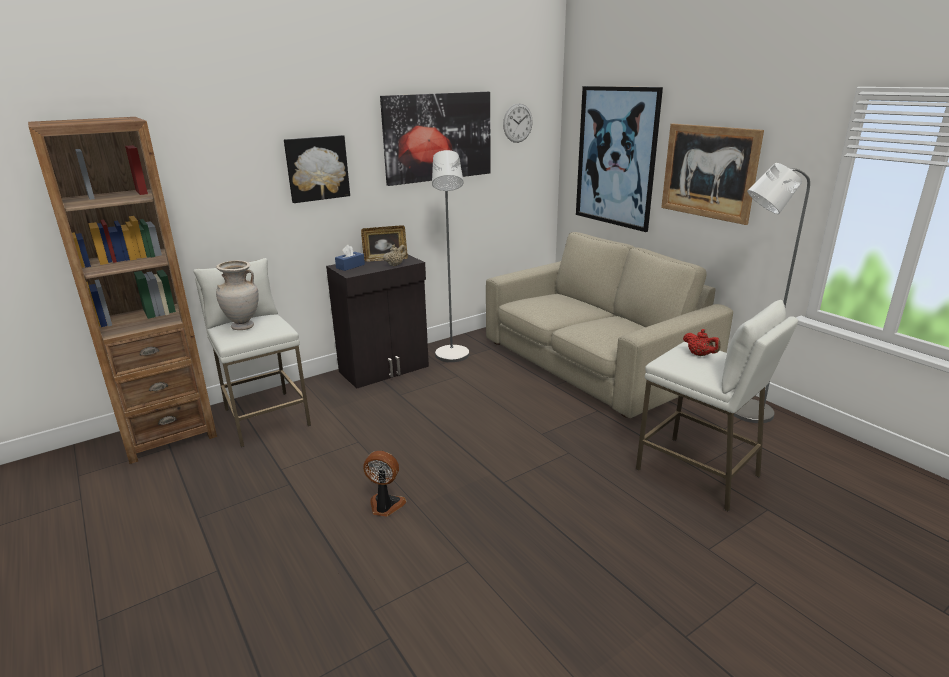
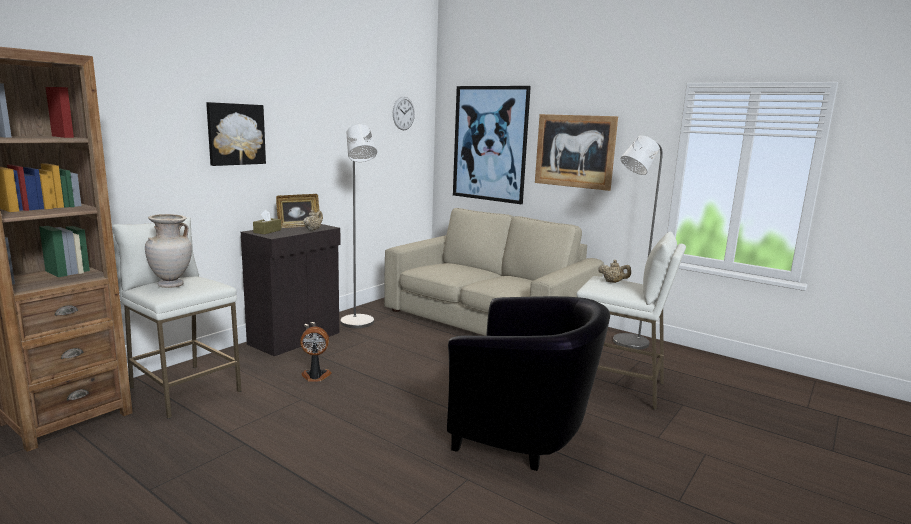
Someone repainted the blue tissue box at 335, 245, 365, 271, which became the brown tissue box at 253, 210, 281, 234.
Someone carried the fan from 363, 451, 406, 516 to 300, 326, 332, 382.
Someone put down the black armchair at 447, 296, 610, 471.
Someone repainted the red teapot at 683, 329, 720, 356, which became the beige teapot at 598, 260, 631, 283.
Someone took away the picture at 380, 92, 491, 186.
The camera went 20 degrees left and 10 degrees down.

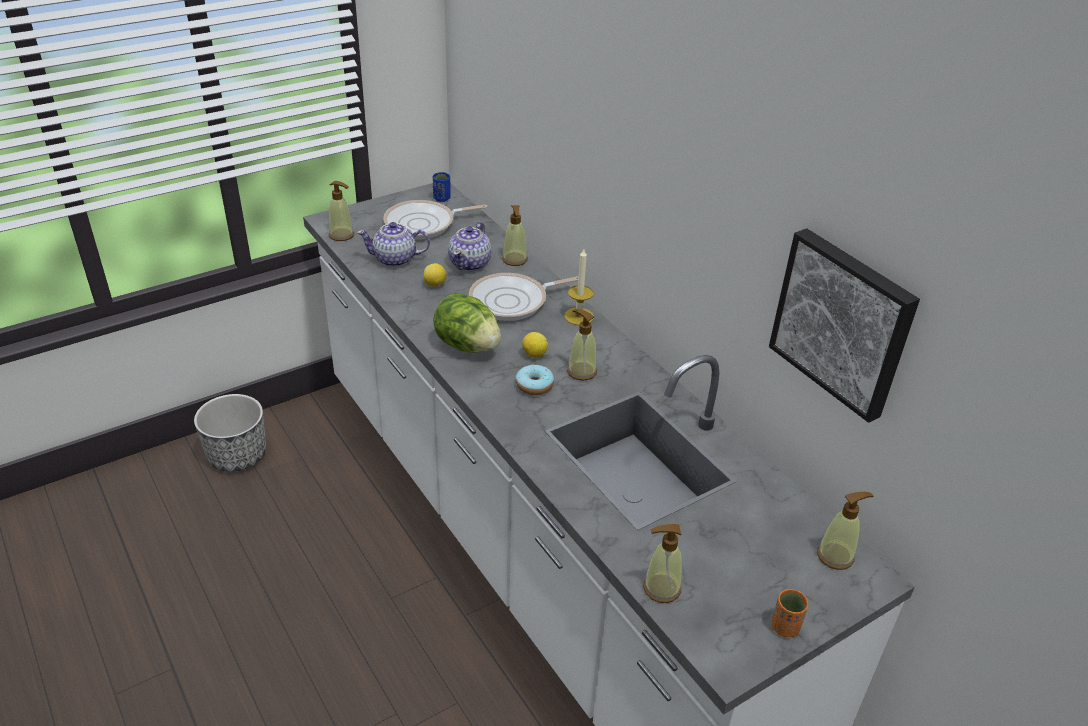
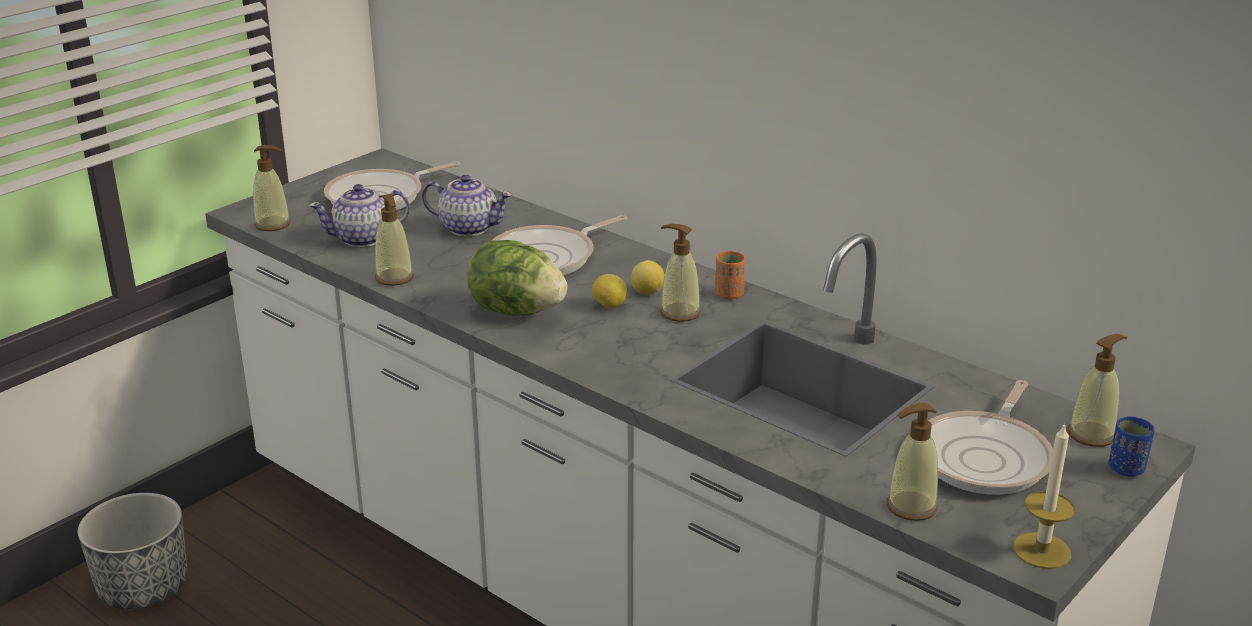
Someone carried the soap dispenser from 502, 205, 528, 266 to 375, 194, 414, 286.
Someone rotated the teapot at 448, 222, 491, 271 by 75 degrees counterclockwise.
Someone carried the lemon from 423, 263, 446, 287 to 631, 260, 665, 294.
Someone carried the orange cup from 771, 589, 808, 637 to 715, 251, 745, 300.
Someone put down the frying pan at 928, 380, 1053, 495.
Someone carried the candle from 564, 249, 594, 325 to 1013, 422, 1075, 569.
Someone carried the blue cup from 433, 172, 451, 202 to 1109, 416, 1154, 477.
Someone took away the donut at 516, 364, 554, 395.
Someone took away the picture at 769, 228, 920, 423.
The camera went 15 degrees left and 10 degrees down.

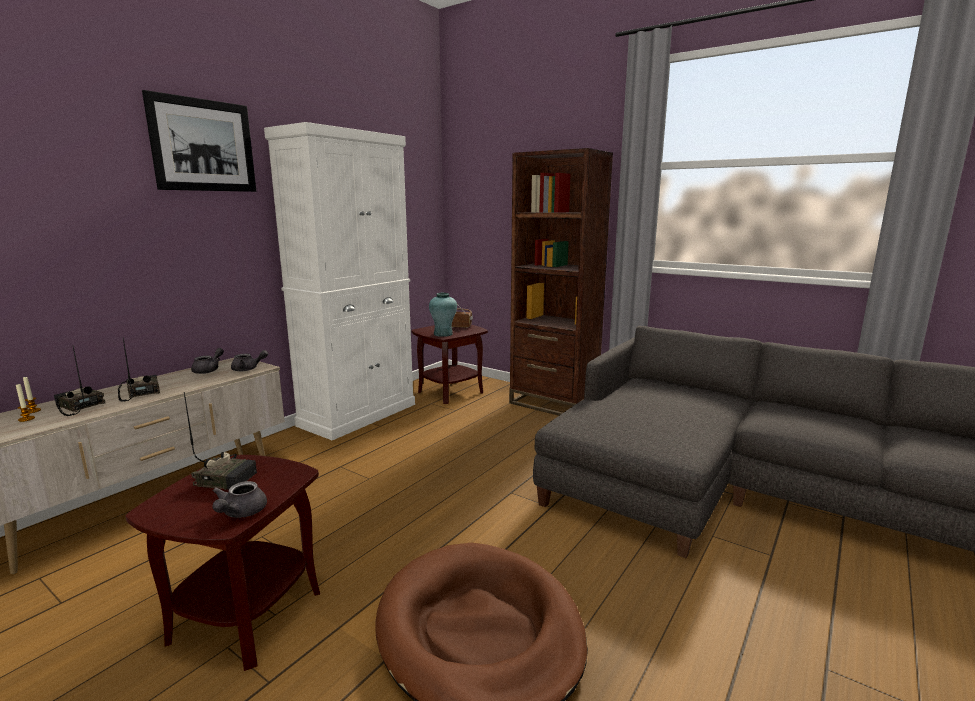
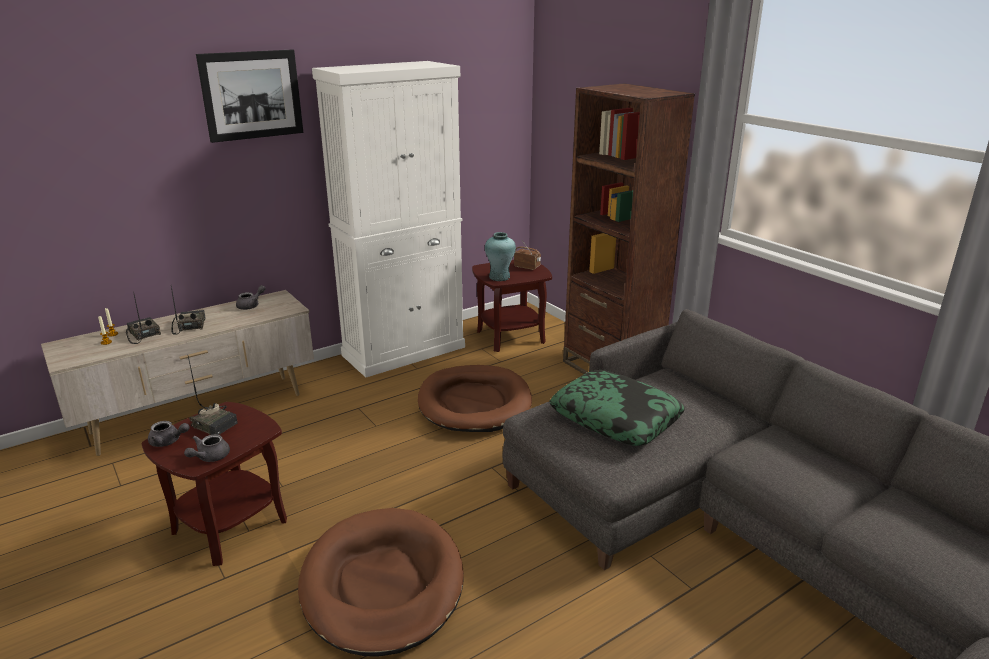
Someone carried the grey teapot from 231, 350, 268, 371 to 148, 421, 189, 447.
Someone put down the brown dog bed at 418, 365, 532, 432.
Someone put down the pillow at 549, 370, 685, 446.
The camera went 20 degrees right and 10 degrees up.

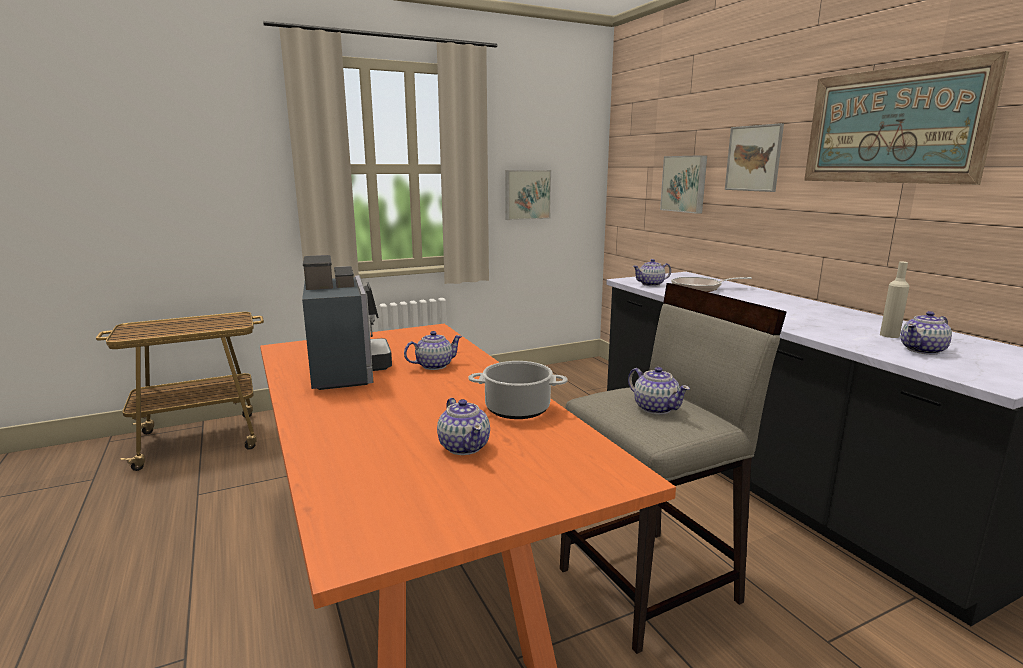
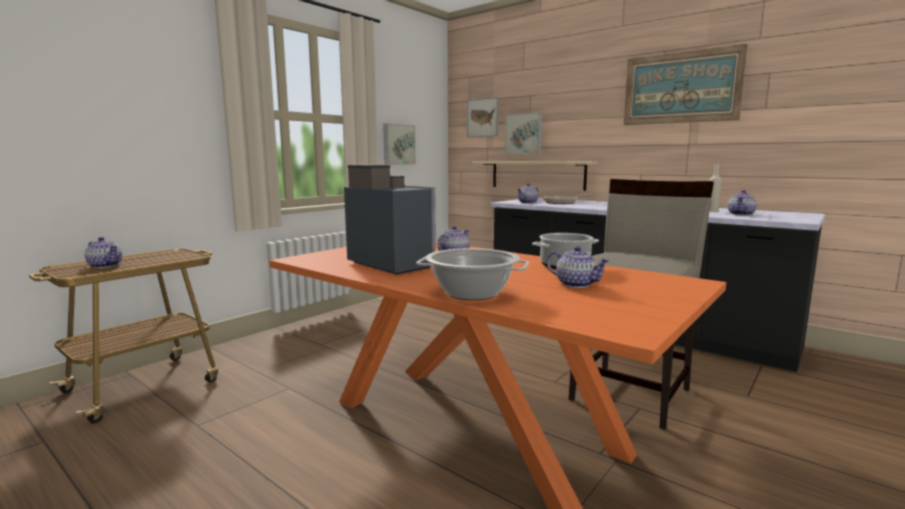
Someone carried the teapot from 628, 367, 690, 415 to 85, 237, 122, 268.
Someone put down the cooking pot at 416, 248, 529, 300.
Someone carried the picture from 725, 123, 784, 192 to 467, 97, 499, 137.
Someone put up the beige shelf at 472, 161, 598, 191.
The camera went 25 degrees left and 5 degrees down.

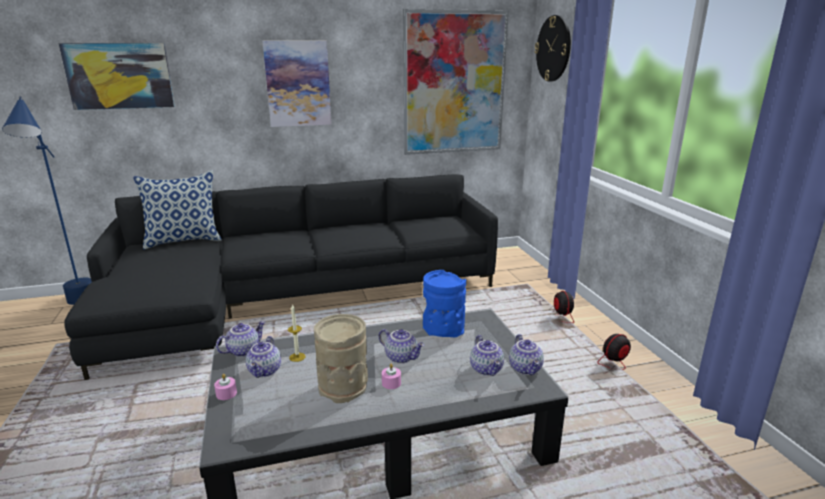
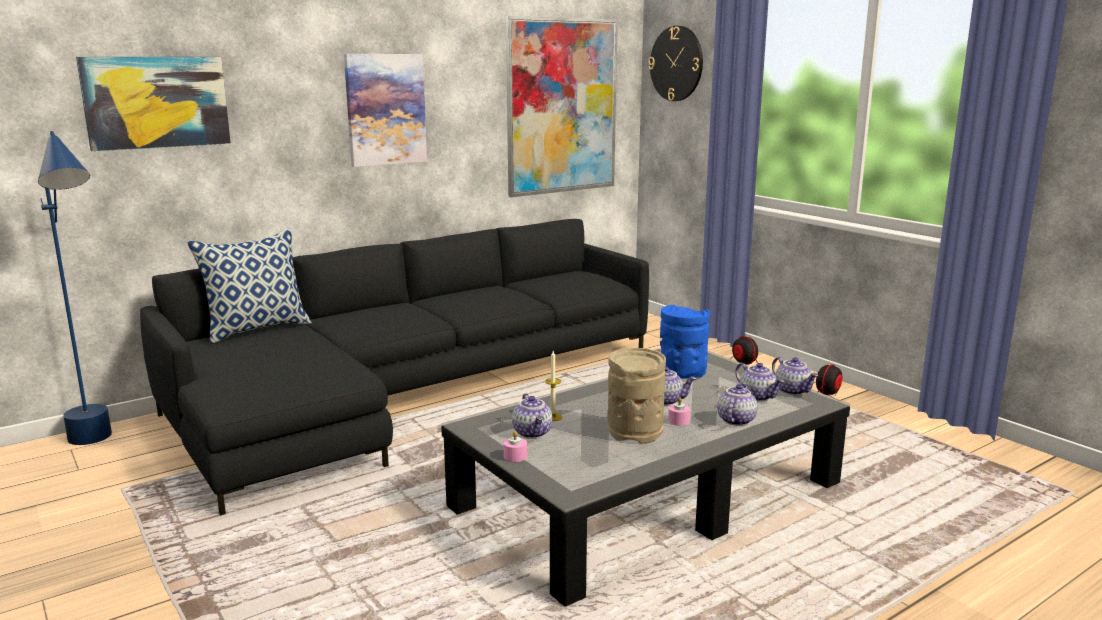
Someone carried the teapot from 216, 321, 265, 357 to 717, 383, 757, 426.
The camera went 20 degrees left and 5 degrees down.

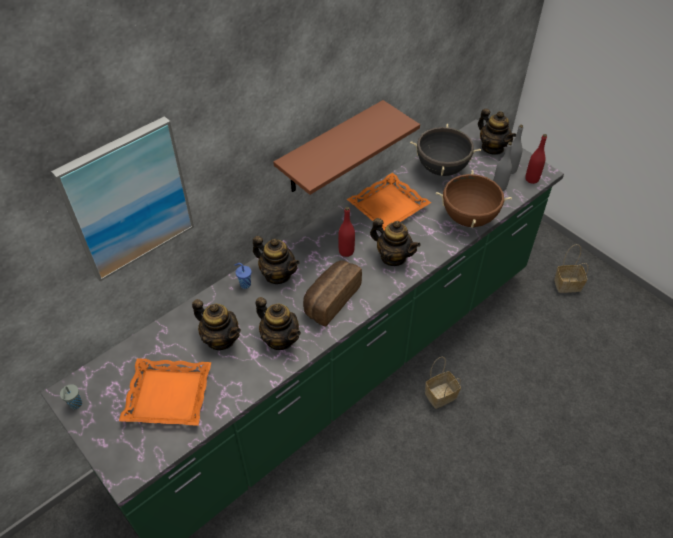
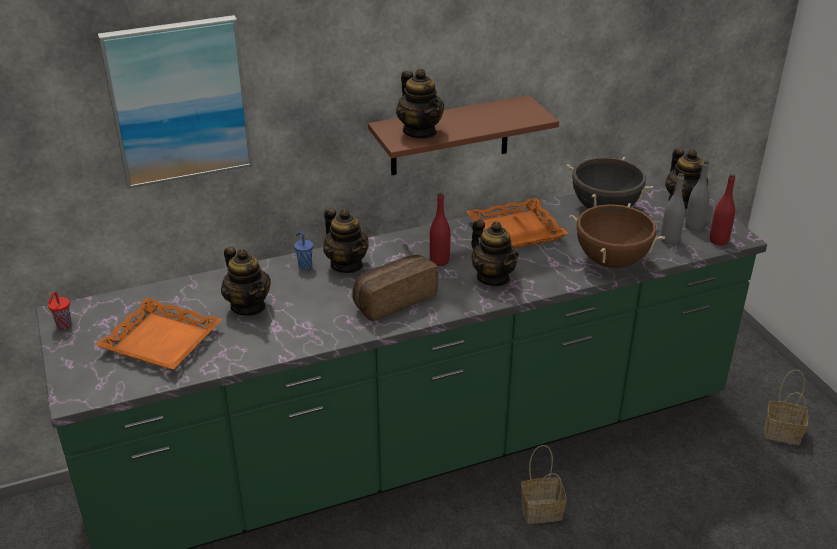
Someone repainted the grey cup at 60, 384, 82, 409, which became the red cup at 48, 292, 72, 329.
Someone carried the teapot from 256, 297, 301, 350 to 396, 69, 444, 139.
The camera went 20 degrees right and 15 degrees down.

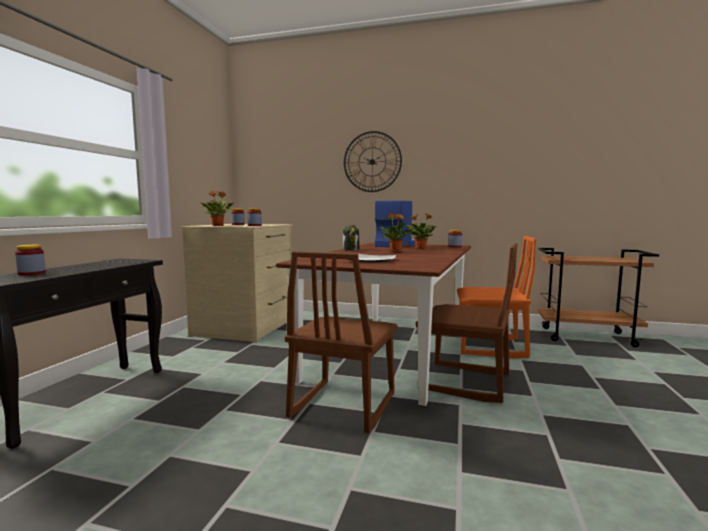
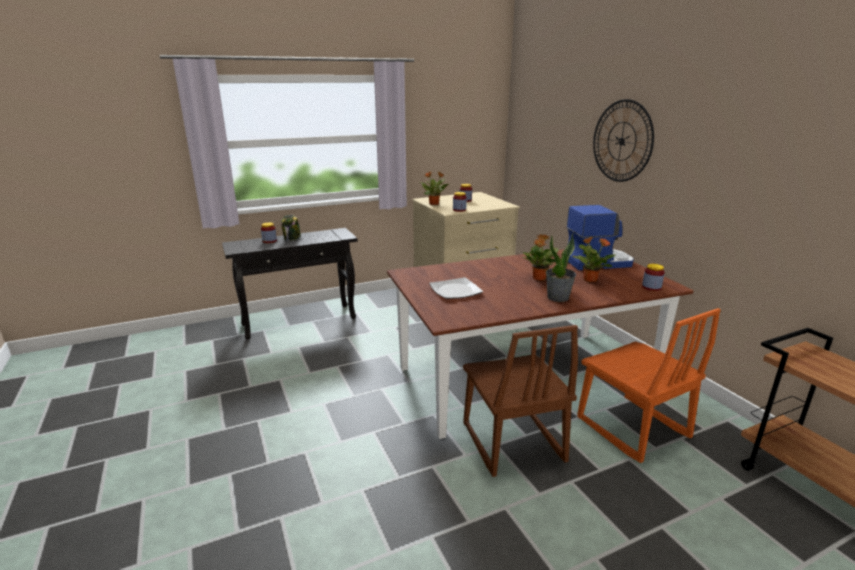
Someone carried the jar from 343, 225, 360, 251 to 281, 215, 301, 241.
Someone put down the potted plant at 546, 234, 576, 302.
Someone took away the brown chair at 284, 251, 398, 433.
The camera went 50 degrees right and 15 degrees up.

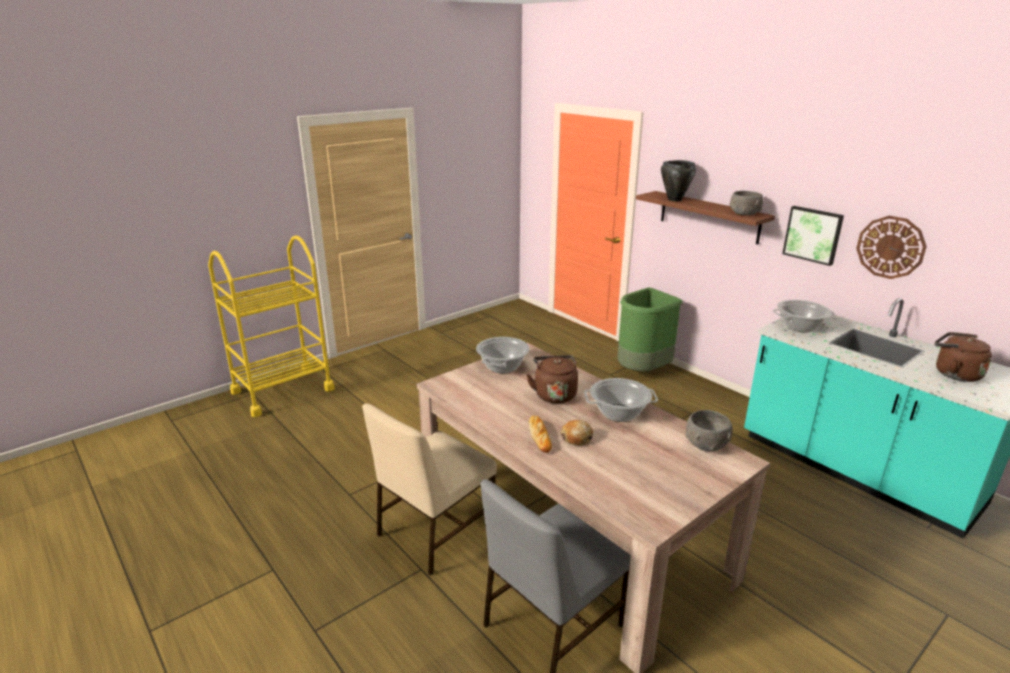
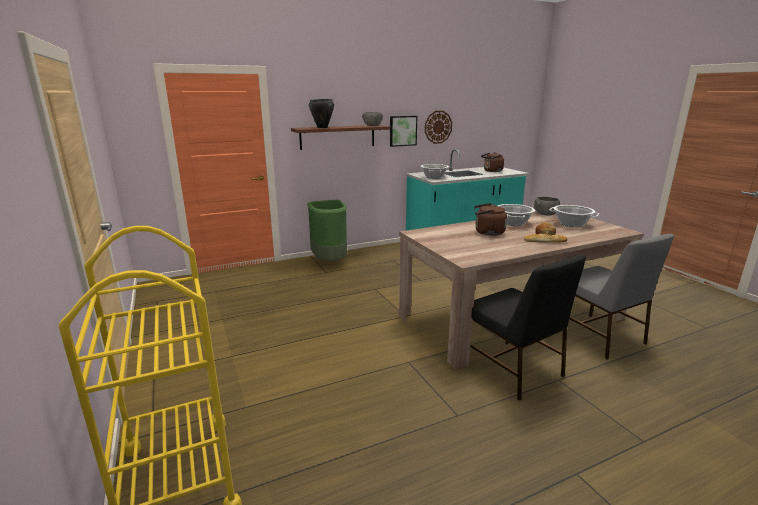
Someone repainted the beige chair at 362, 403, 497, 576, which became the black chair at 470, 254, 586, 400.
Someone carried the cooking pot from 476, 337, 529, 373 to 549, 205, 599, 227.
The camera went 75 degrees left and 5 degrees down.

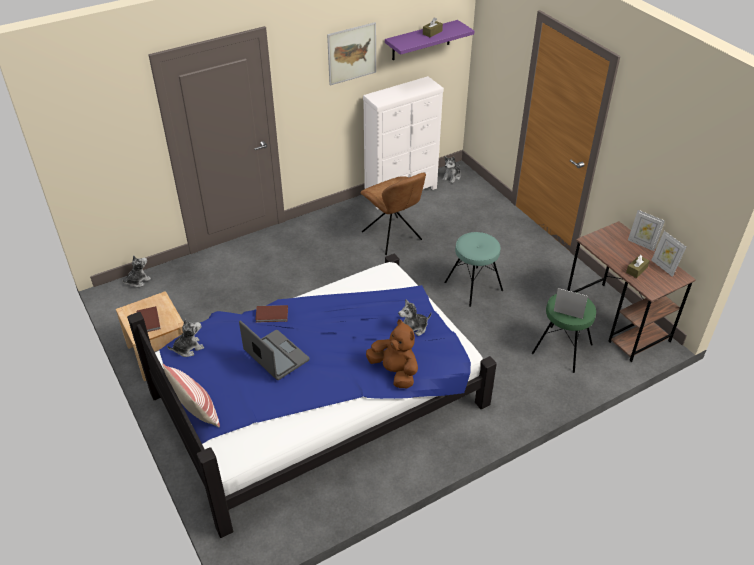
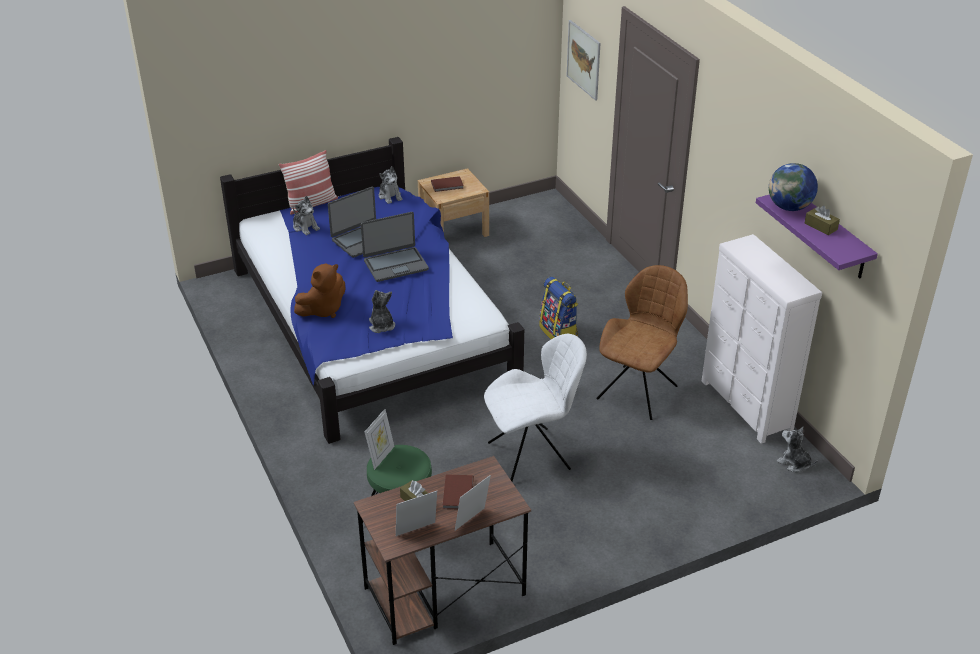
Someone carried the plush toy from 122, 255, 151, 288 to 293, 196, 320, 235.
Someone put down the laptop at 361, 212, 429, 282.
Someone carried the brown book from 255, 305, 288, 323 to 443, 474, 474, 509.
Someone swapped the turquoise stool at 444, 232, 503, 307 for the white chair at 484, 334, 587, 482.
Someone put down the backpack at 539, 277, 578, 339.
Someone carried the picture from 327, 22, 376, 85 to 567, 20, 600, 101.
Someone rotated the brown chair at 360, 172, 426, 255 by 150 degrees clockwise.
Someone put down the globe at 769, 163, 818, 211.
The camera went 95 degrees right and 5 degrees down.

